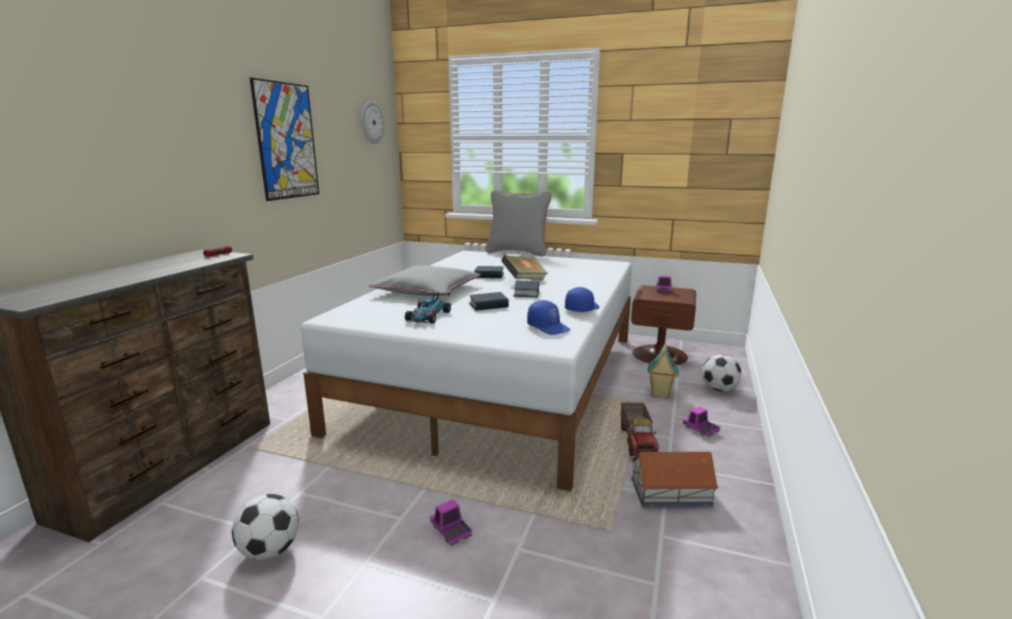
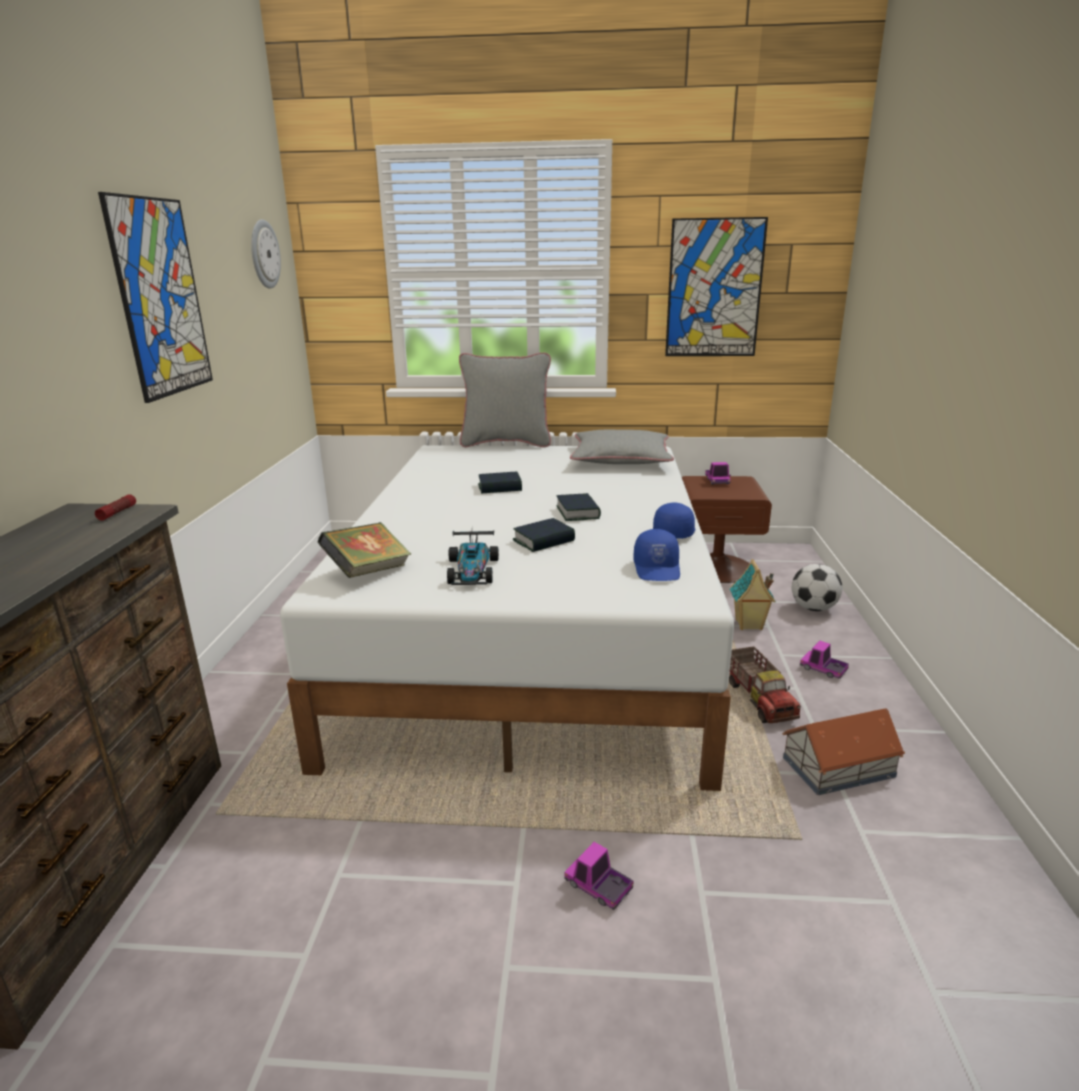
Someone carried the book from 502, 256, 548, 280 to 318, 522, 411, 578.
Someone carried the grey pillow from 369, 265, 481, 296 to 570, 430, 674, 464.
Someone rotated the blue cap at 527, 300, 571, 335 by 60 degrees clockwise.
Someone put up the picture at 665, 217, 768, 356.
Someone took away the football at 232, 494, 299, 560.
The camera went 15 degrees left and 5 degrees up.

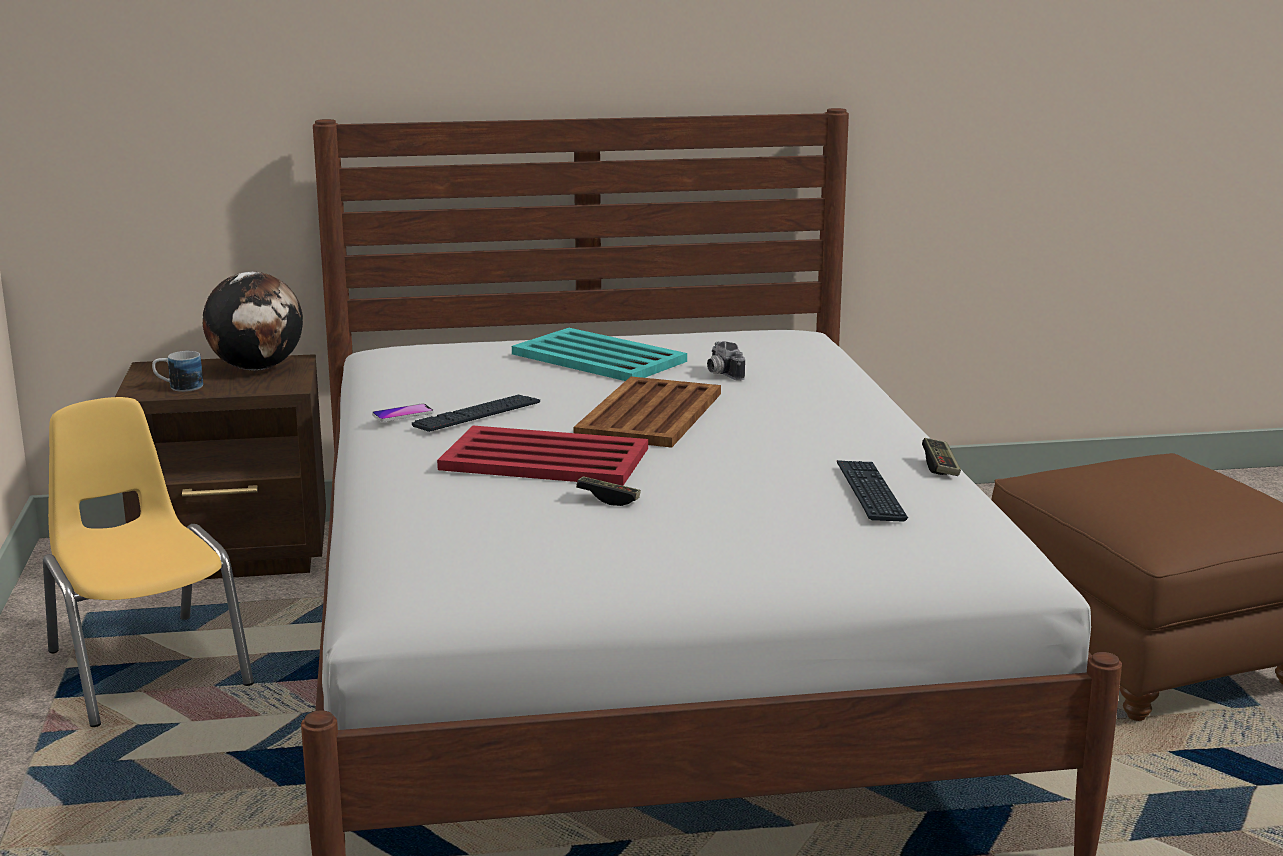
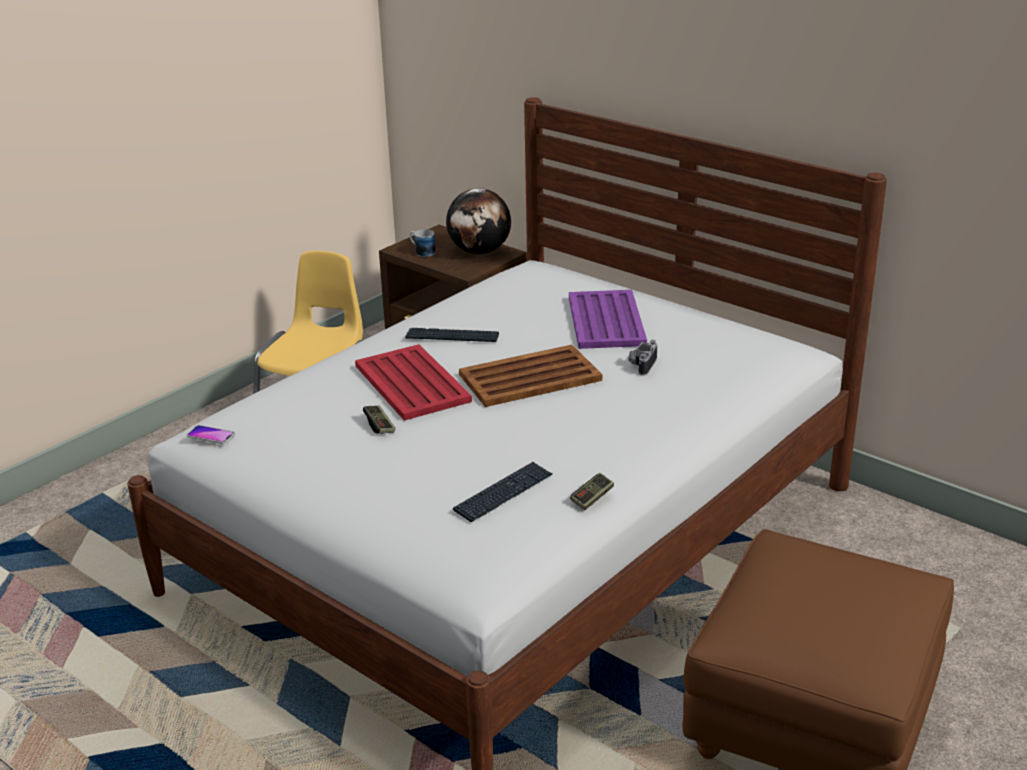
Someone carried the phone from 372, 404, 434, 422 to 187, 425, 235, 444.
Someone repainted the turquoise tray at 512, 328, 687, 381, which became the purple tray at 569, 290, 647, 349.
The camera went 50 degrees right and 10 degrees up.

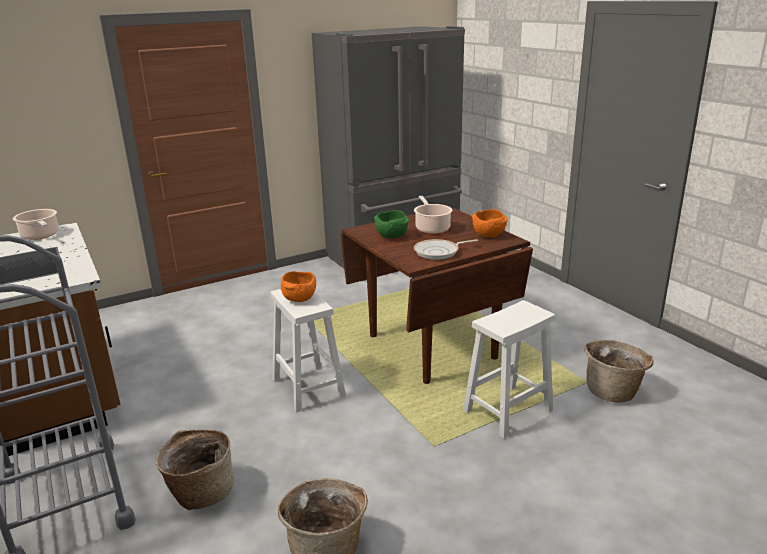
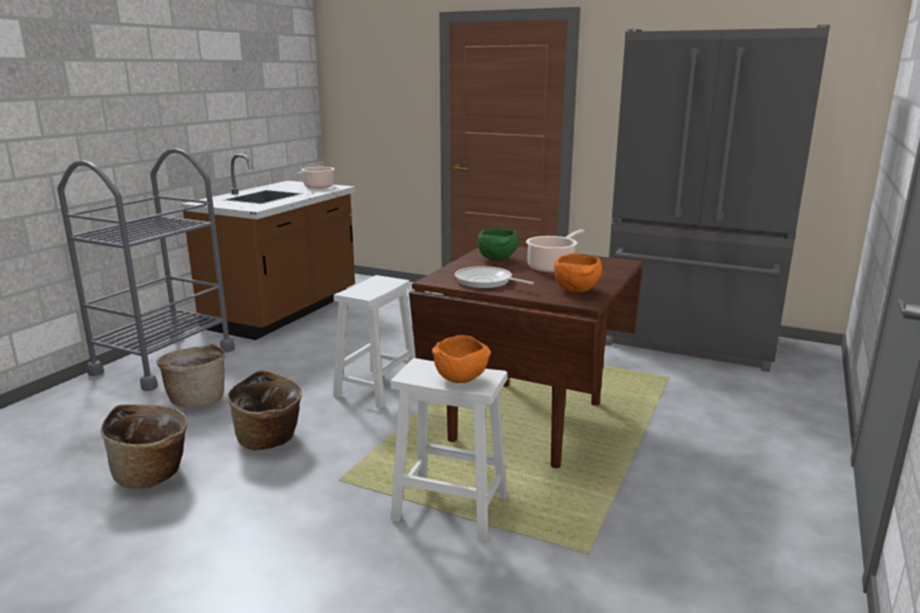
Someone carried the basket from 584, 340, 654, 403 to 227, 370, 302, 451.
Someone carried the orange bowl from 281, 271, 316, 302 to 432, 335, 491, 383.
The camera went 55 degrees right and 5 degrees down.

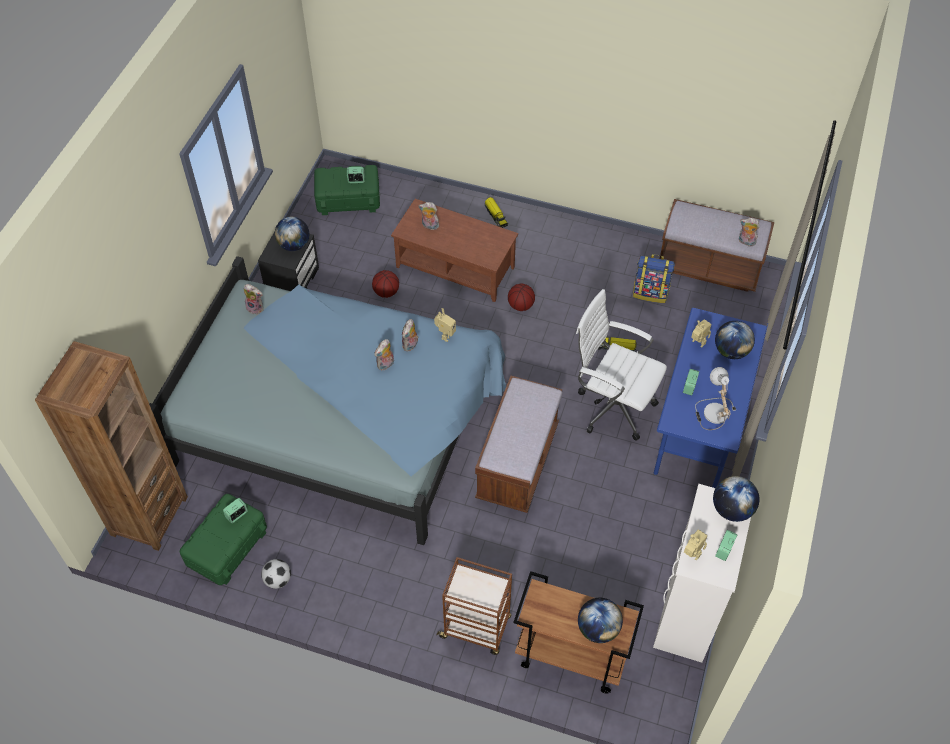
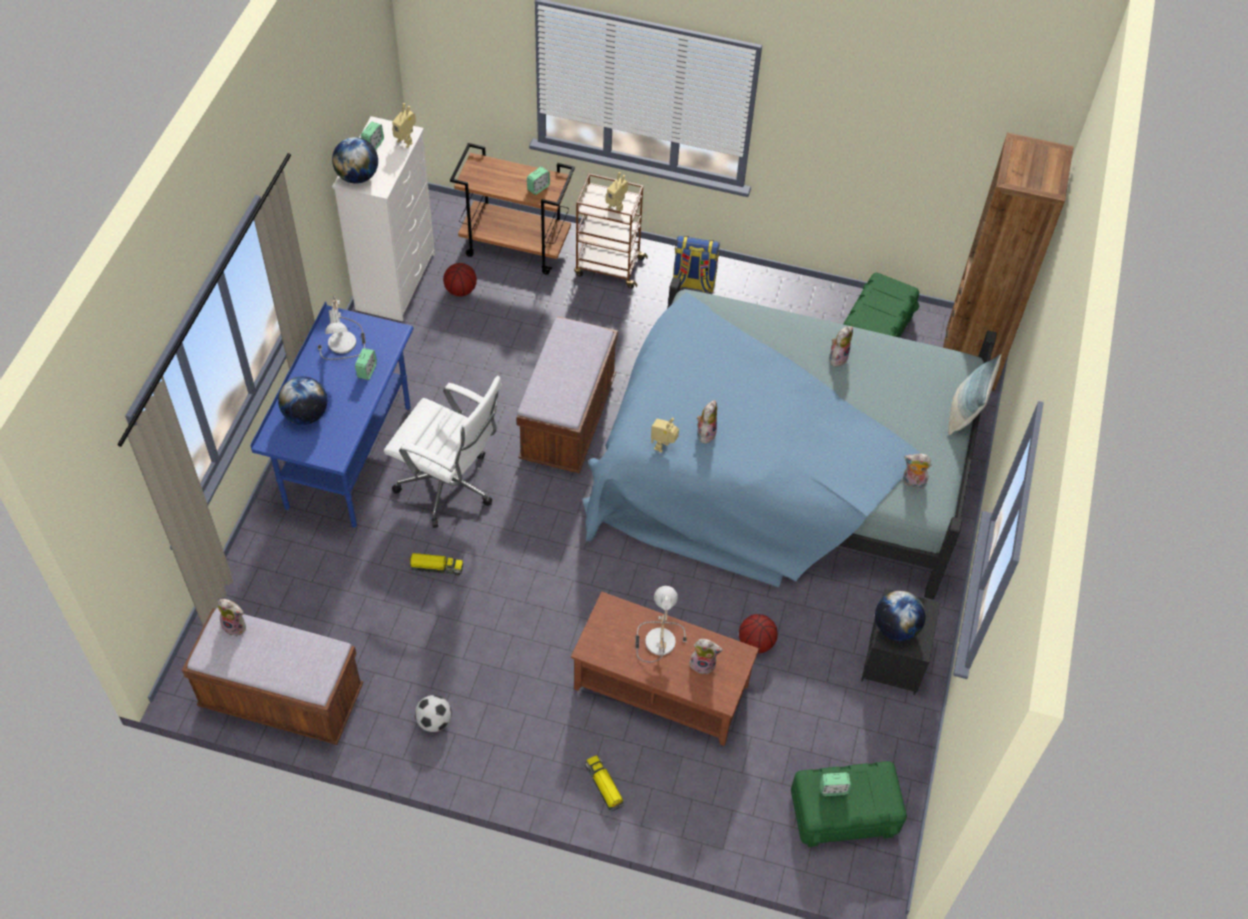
Someone carried the football from 261, 559, 291, 589 to 415, 695, 452, 732.
Someone carried the basketball from 508, 284, 535, 311 to 443, 263, 477, 297.
Someone carried the alarm clock from 223, 498, 248, 523 to 527, 167, 550, 195.
Someone carried the toy robot from 691, 319, 711, 347 to 606, 172, 628, 211.
Someone put down the table lamp at 635, 586, 687, 662.
Someone carried the backpack from 633, 254, 674, 303 to 673, 236, 720, 293.
Someone carried the plush toy from 374, 339, 394, 371 to 829, 326, 853, 366.
Someone put down the pillow at 948, 354, 1001, 435.
Someone took away the globe at 578, 598, 623, 643.
The camera went 175 degrees right and 0 degrees up.

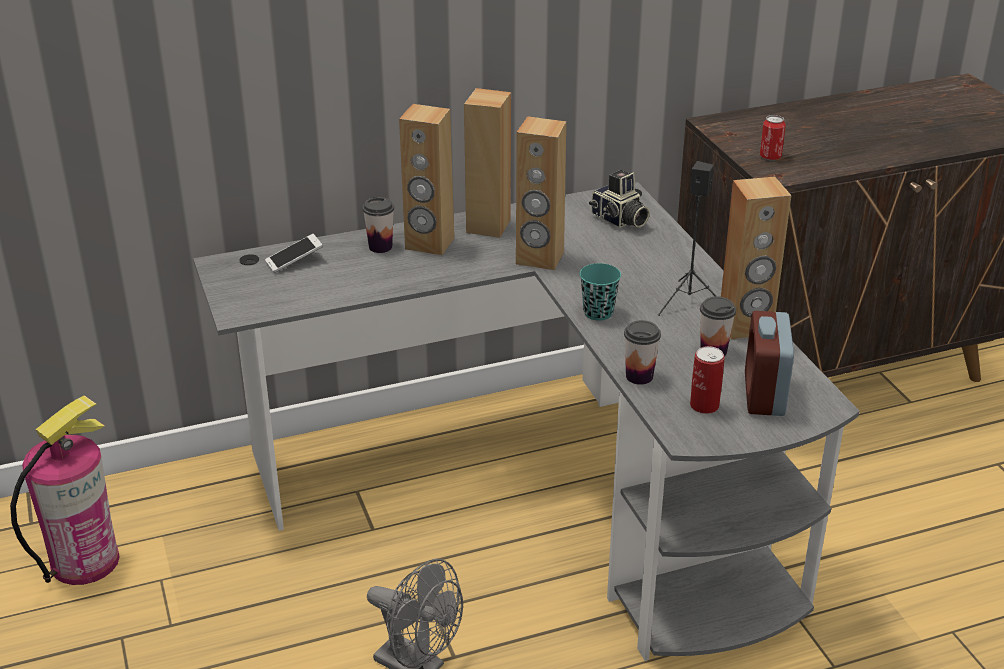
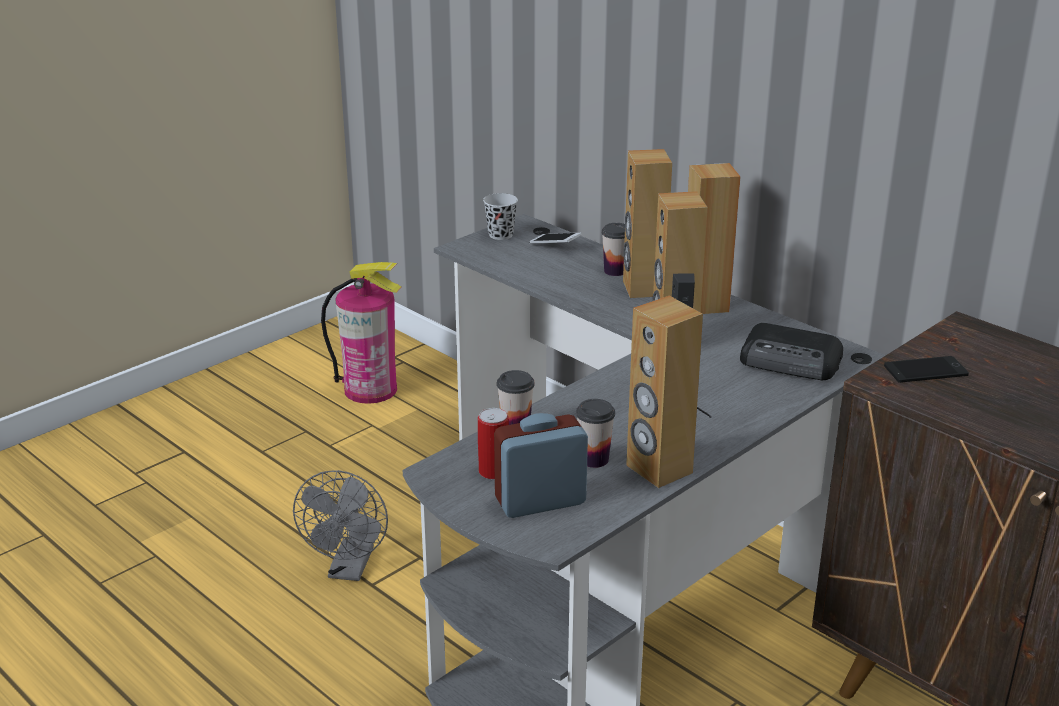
Someone put down the black cup at 483, 193, 518, 240.
Someone swapped the photo camera at 589, 170, 650, 228 for the radio at 740, 323, 843, 380.
Someone swapped the can at 760, 115, 786, 160 for the phone at 884, 356, 969, 383.
Someone took away the turquoise cup at 579, 263, 621, 321.
The camera went 65 degrees right and 5 degrees down.

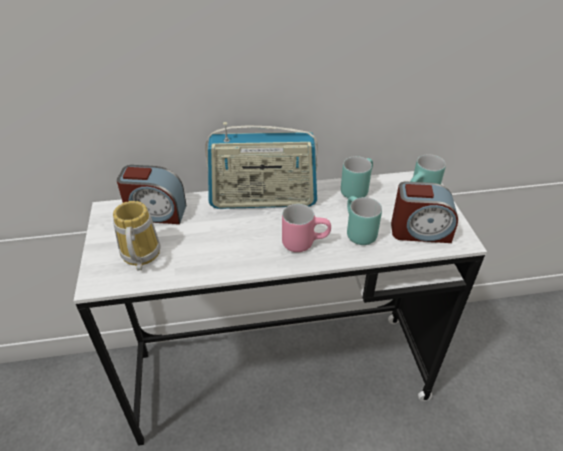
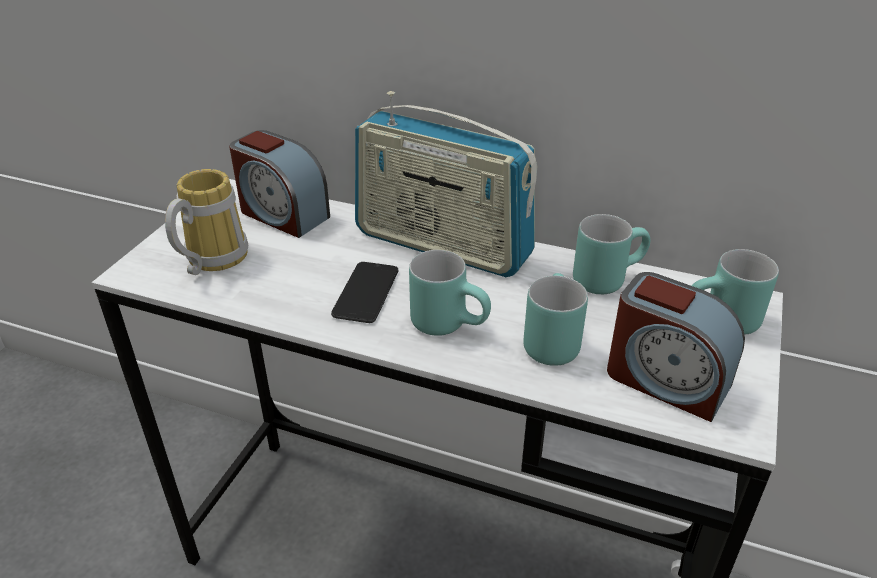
Someone put down the phone at 331, 262, 398, 323.
Someone repainted the pink mug at 282, 204, 331, 252, which became the turquoise mug at 409, 250, 491, 336.
The camera went 30 degrees right and 5 degrees down.

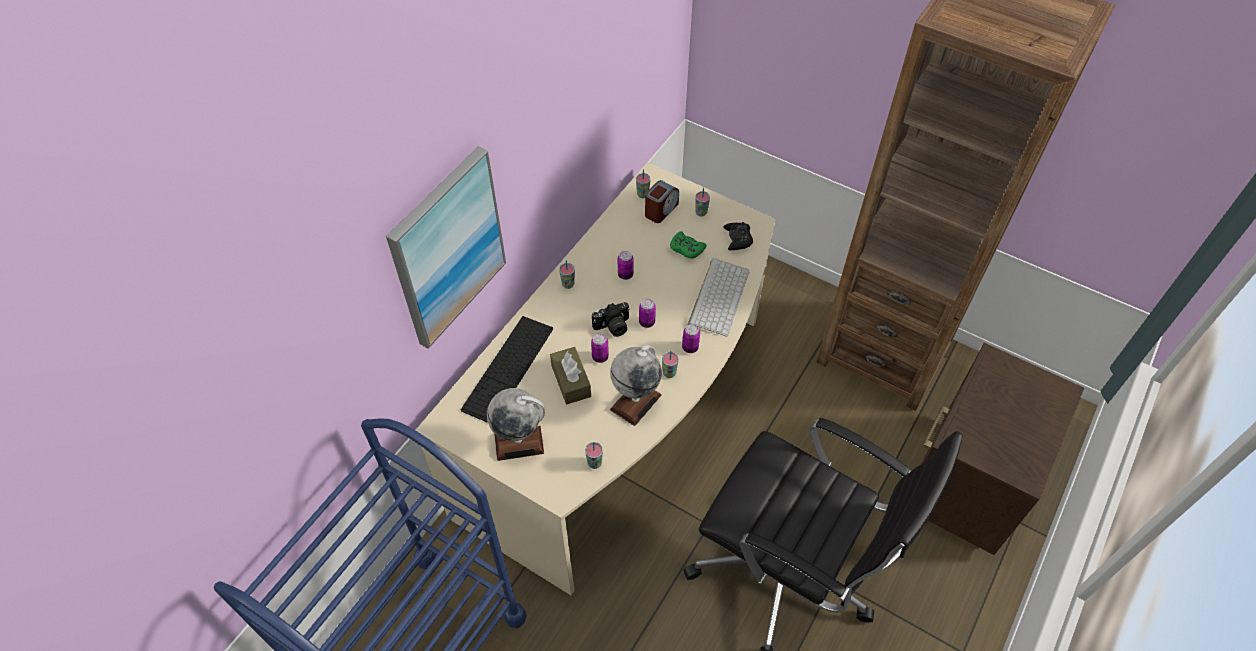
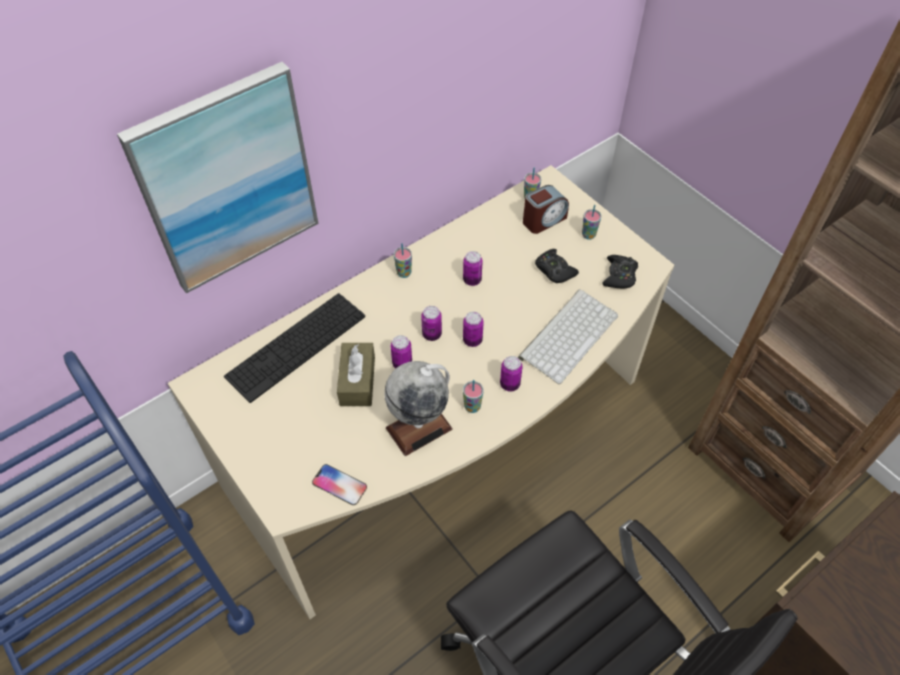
Someone swapped the cup at 585, 442, 603, 469 for the phone at 312, 464, 367, 505.
Someone swapped the photo camera at 592, 302, 630, 337 for the can at 421, 306, 442, 341.
Someone repainted the green game controller at 670, 231, 707, 259, which became the black game controller at 535, 249, 579, 283.
Someone took away the globe at 487, 388, 545, 461.
The camera went 20 degrees right and 0 degrees up.

